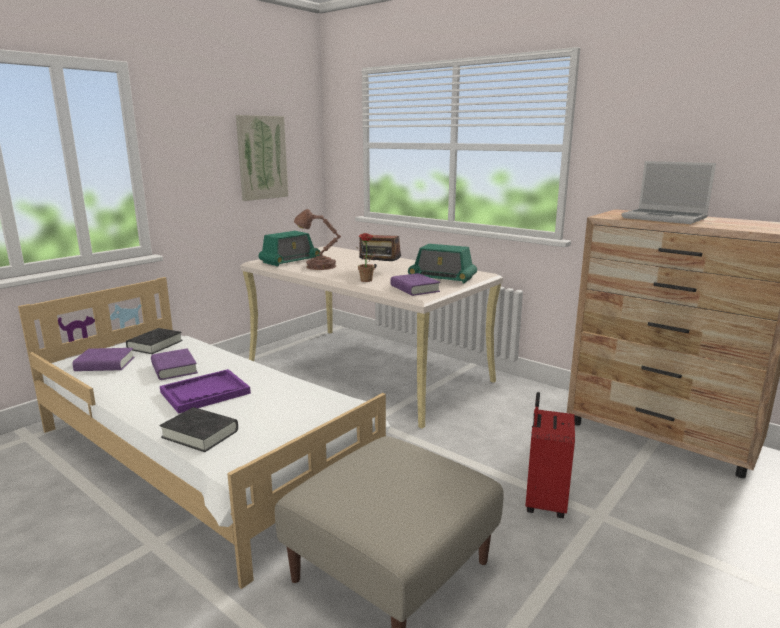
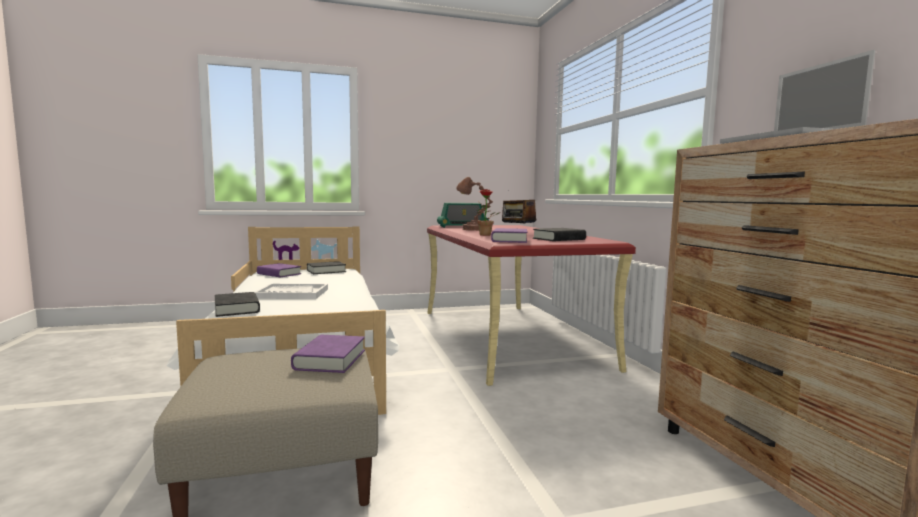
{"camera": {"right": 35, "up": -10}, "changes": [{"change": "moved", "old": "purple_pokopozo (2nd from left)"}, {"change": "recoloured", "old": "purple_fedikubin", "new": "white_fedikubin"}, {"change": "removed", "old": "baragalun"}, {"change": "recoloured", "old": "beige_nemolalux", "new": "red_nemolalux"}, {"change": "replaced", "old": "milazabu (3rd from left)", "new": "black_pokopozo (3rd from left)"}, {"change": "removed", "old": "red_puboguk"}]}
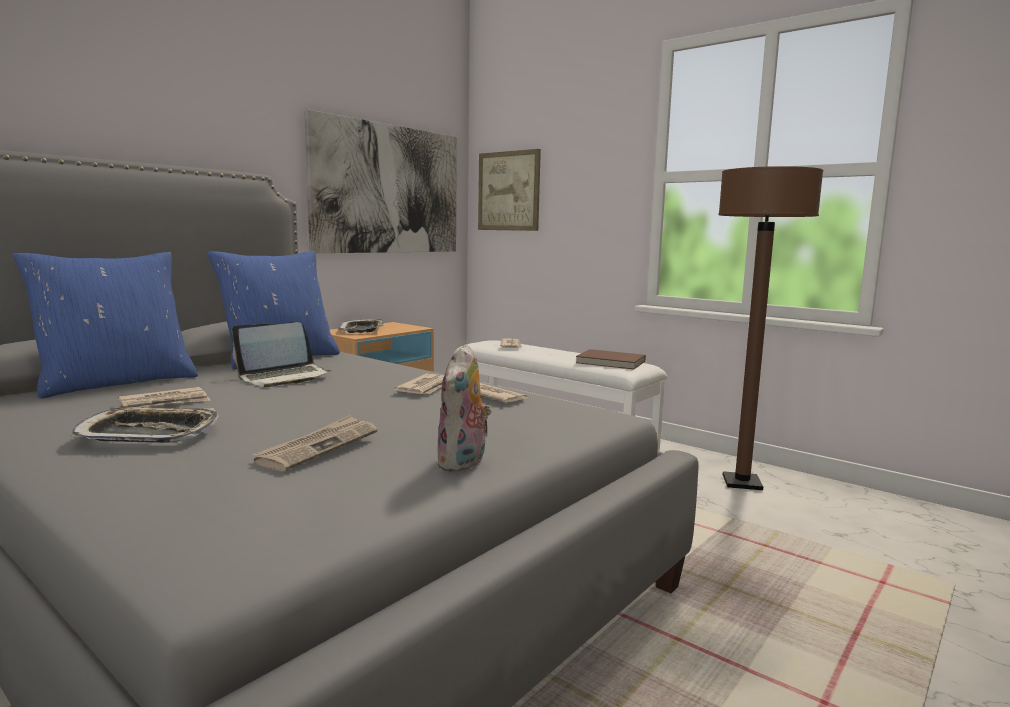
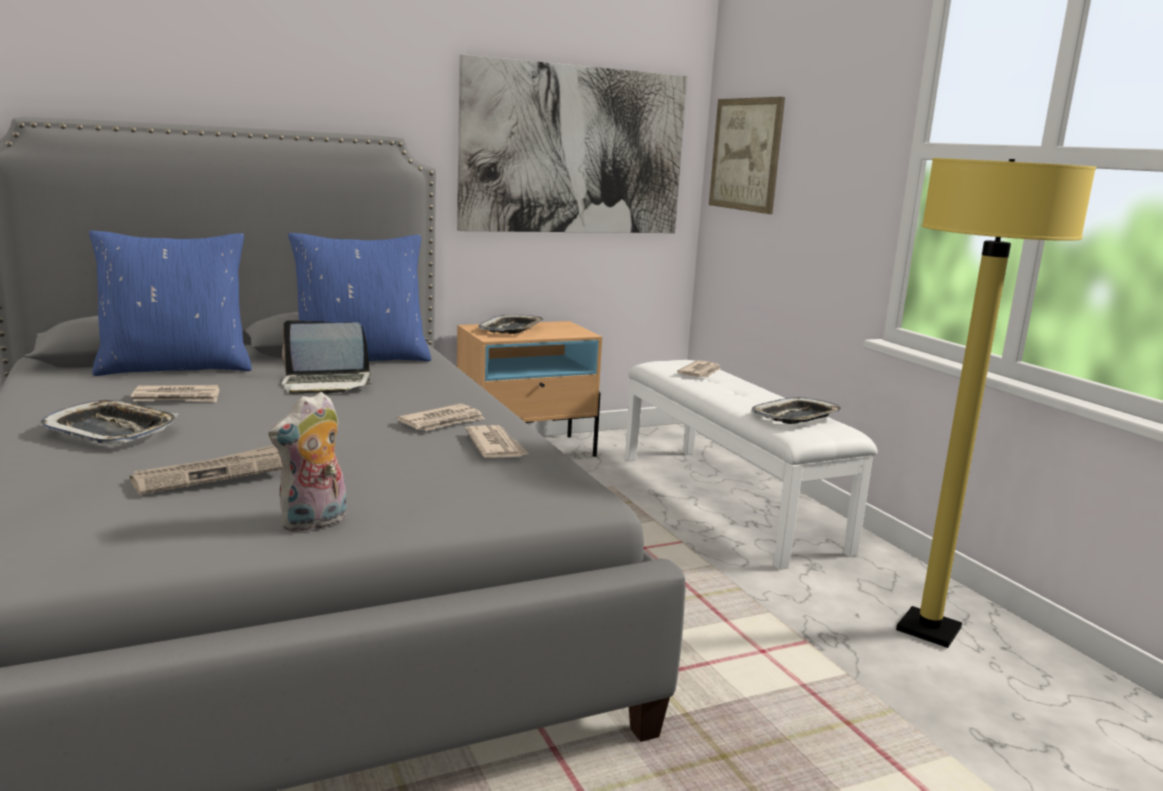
{"camera": {"right": 25, "up": 5}, "changes": [{"change": "replaced", "old": "brown_pokopozo", "new": "fedikubin (3rd from left)"}, {"change": "recoloured", "old": "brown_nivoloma", "new": "yellow_nivoloma"}]}
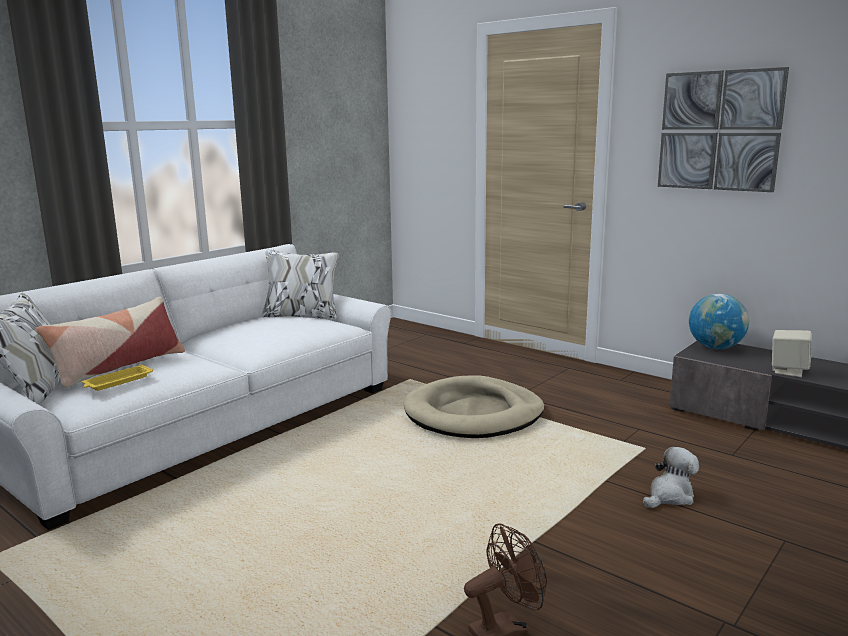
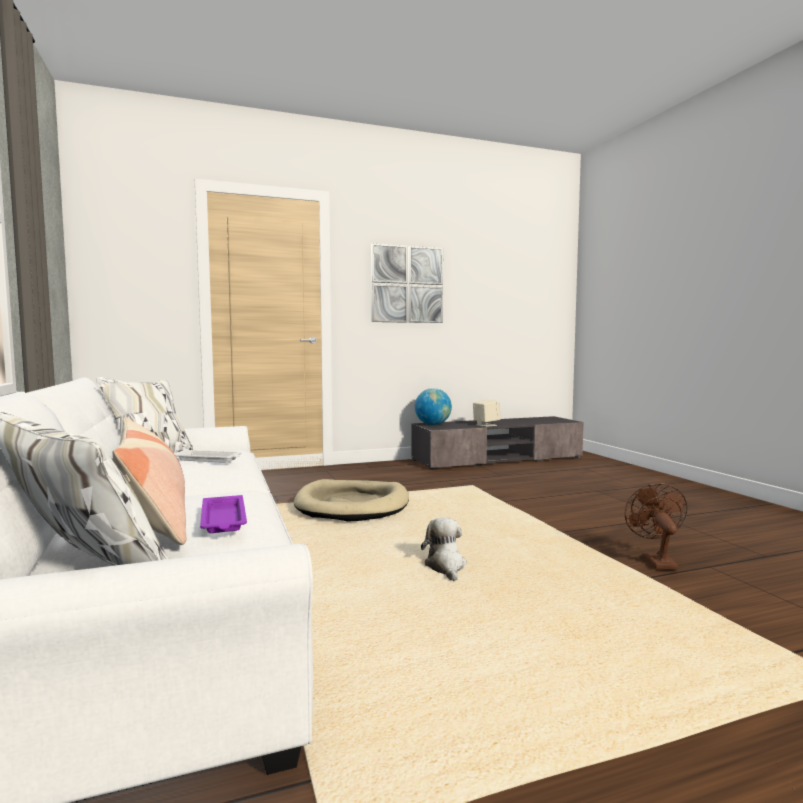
{"camera": {"right": -60, "up": -10}, "changes": [{"change": "recoloured", "old": "yellow_fedikubin", "new": "purple_fedikubin"}, {"change": "moved", "old": "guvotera"}, {"change": "added", "new": "white_fedikubin"}]}
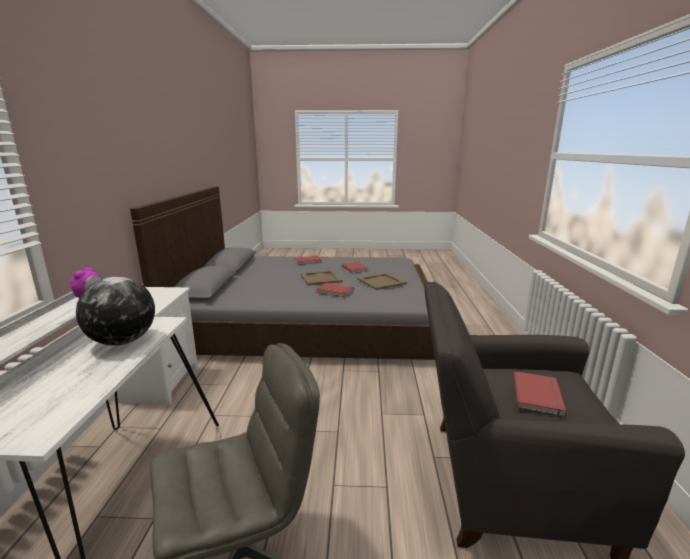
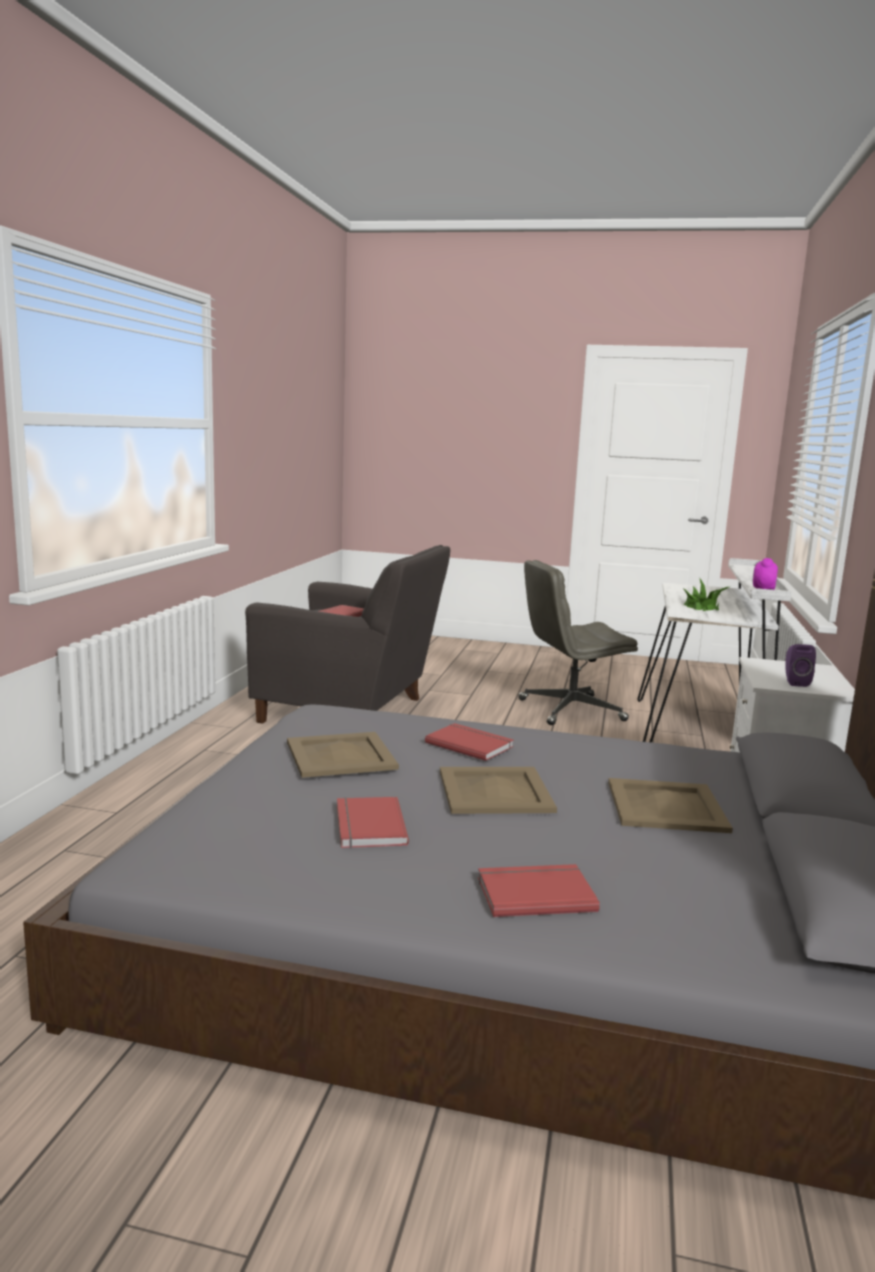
{"camera": {"right": -170, "up": -5}, "changes": [{"change": "replaced", "old": "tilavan", "new": "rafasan"}, {"change": "added", "new": "beige_fedikubin (3rd from left)"}, {"change": "added", "new": "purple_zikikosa"}]}
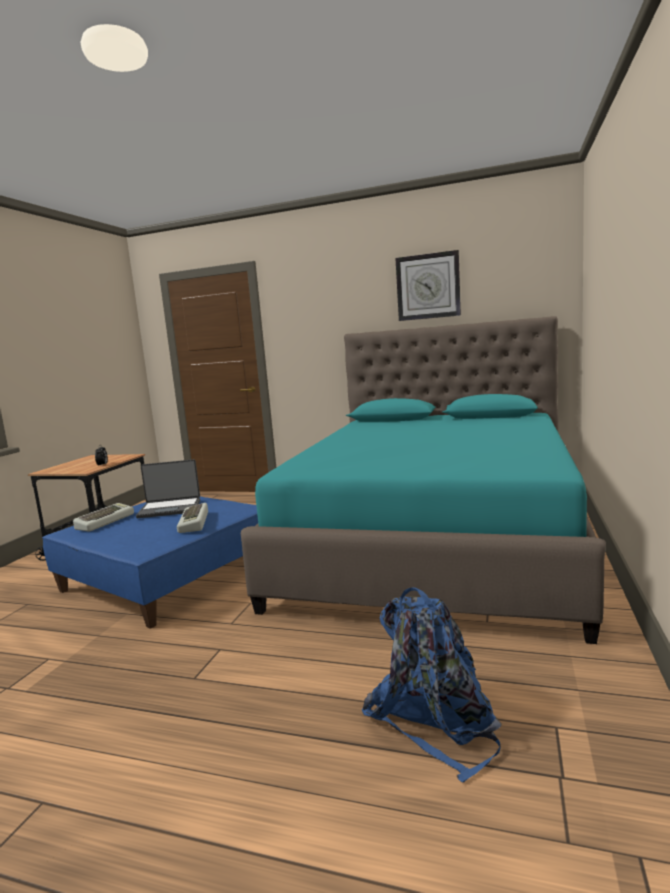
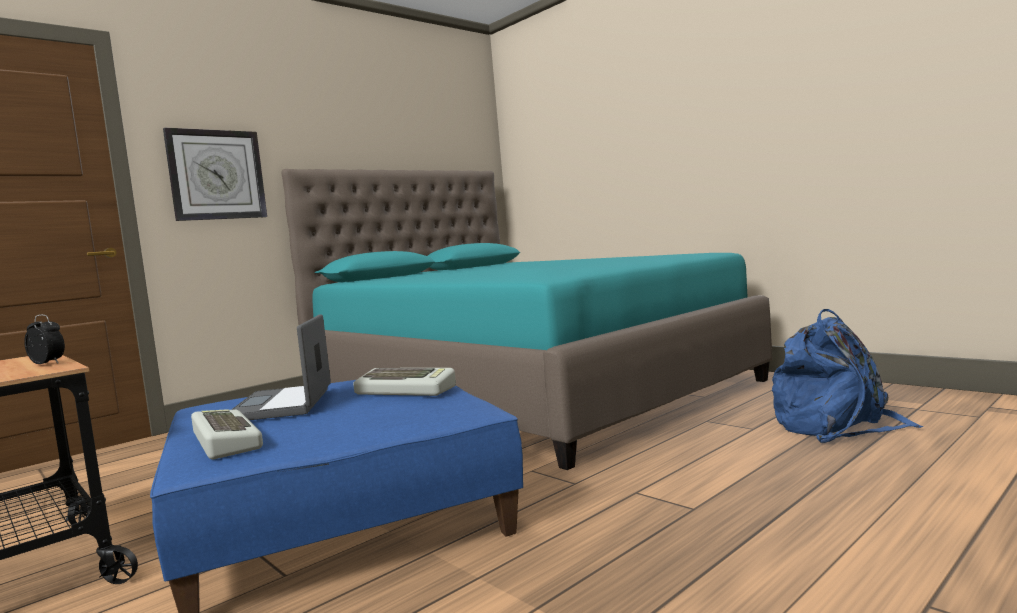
{"camera": {"right": -60, "up": -5}, "changes": [{"change": "turned", "old": "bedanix", "degrees": 150}, {"change": "moved", "old": "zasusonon"}]}
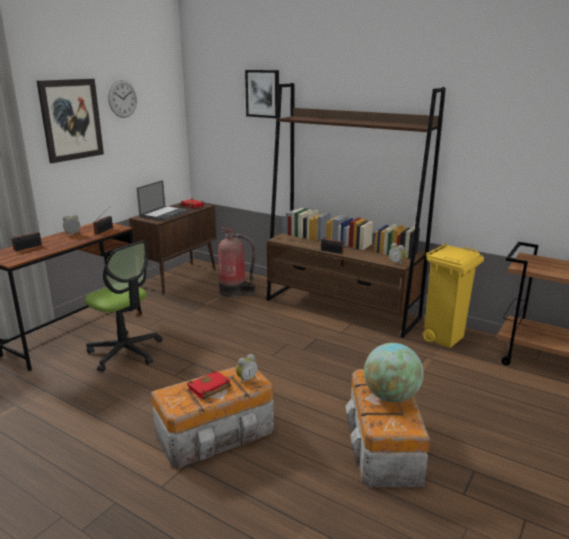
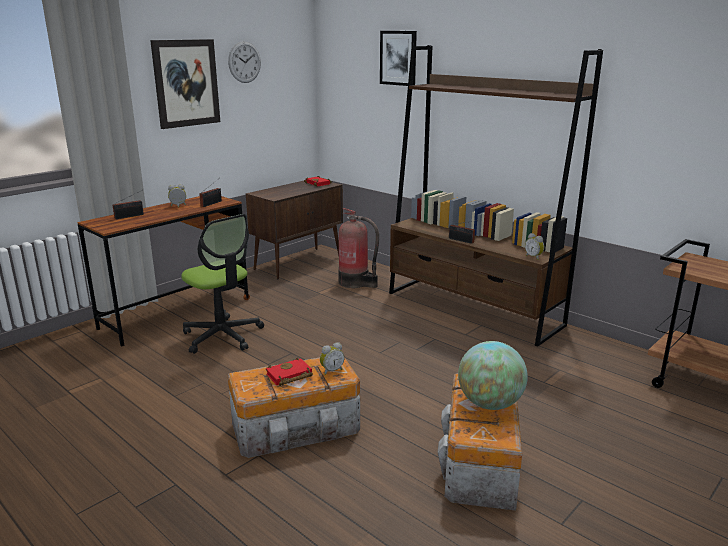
{"camera": {"right": 10, "up": 0}, "changes": [{"change": "removed", "old": "bedanix"}, {"change": "removed", "old": "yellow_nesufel"}]}
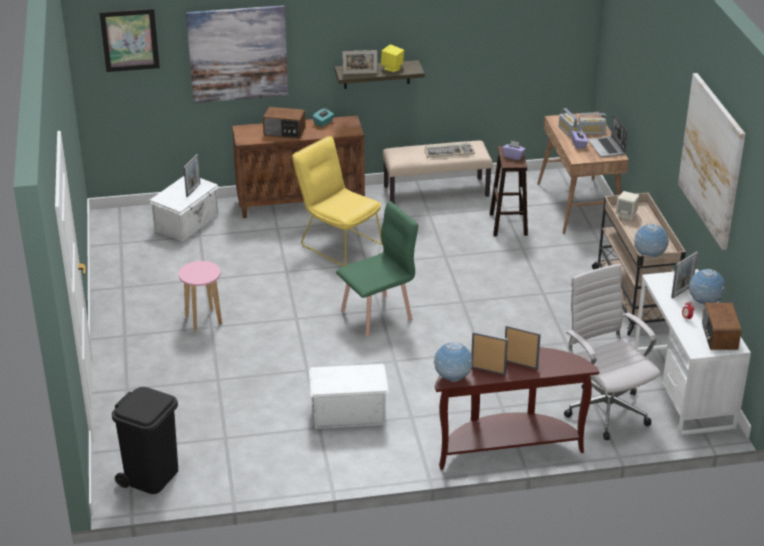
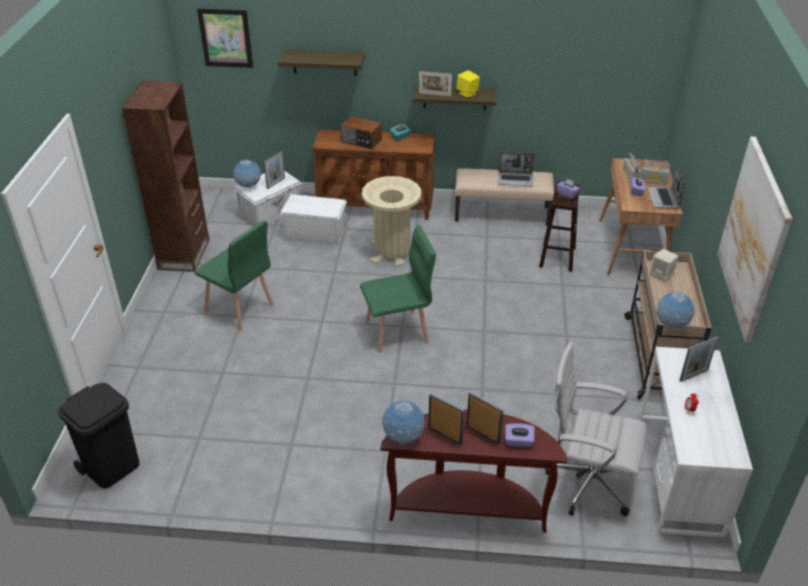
{"camera": {"right": 15, "up": 5}, "changes": [{"change": "replaced", "old": "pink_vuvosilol", "new": "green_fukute (1st from left)"}, {"change": "replaced", "old": "baragalun (2nd from left)", "new": "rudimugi (1st from left)"}, {"change": "replaced", "old": "yellow_fukute", "new": "beige_nesufel"}, {"change": "moved", "old": "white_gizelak (2nd from left)"}, {"change": "replaced", "old": "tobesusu", "new": "bedanix (1st from left)"}, {"change": "turned", "old": "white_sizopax", "degrees": -60}, {"change": "moved", "old": "tilavan (3rd from left in the first image)", "new": "tilavan (1st from left)"}, {"change": "removed", "old": "milazabu (4th from left)"}, {"change": "added", "new": "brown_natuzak"}, {"change": "added", "new": "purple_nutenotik (1st from left)"}]}
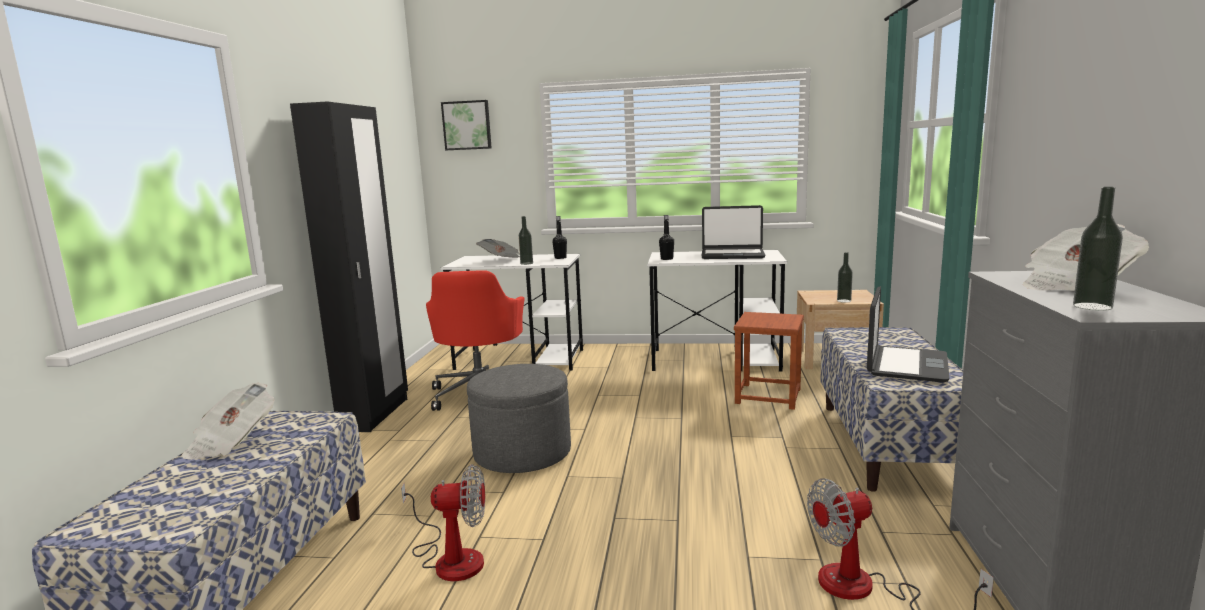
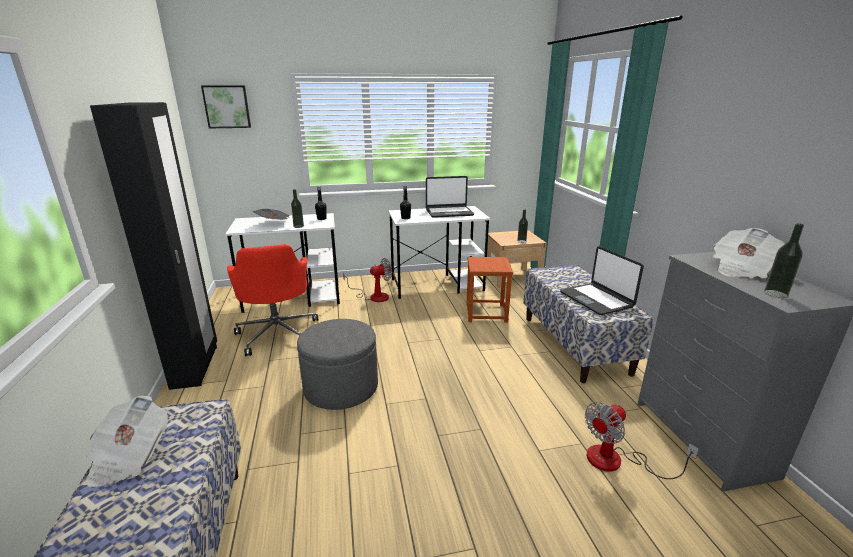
{"camera": {"right": -20, "up": 10}, "changes": [{"change": "moved", "old": "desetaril (1st from left)"}, {"change": "turned", "old": "bedanix (2nd from left)", "degrees": 150}]}
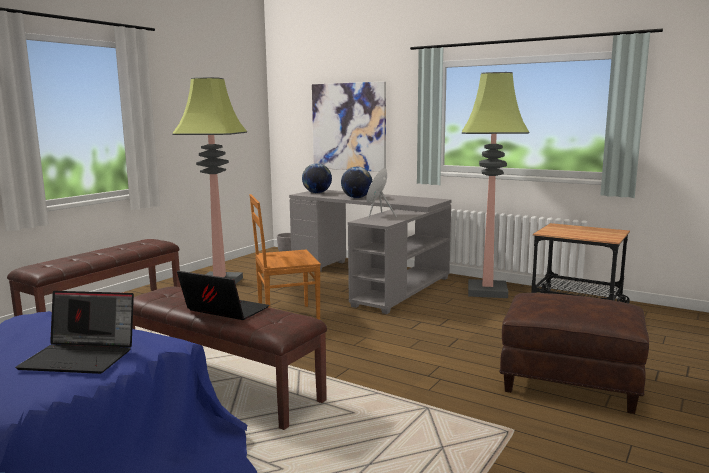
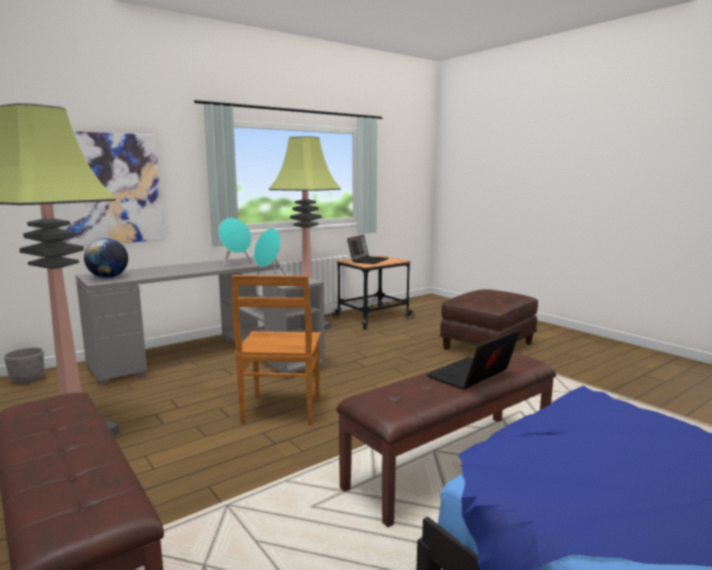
{"camera": {"right": -70, "up": 0}, "changes": [{"change": "moved", "old": "bedanix (1st from left)"}, {"change": "removed", "old": "tilavan (2nd from left)"}, {"change": "added", "new": "turquoise_zikikosa (1st from left)"}]}
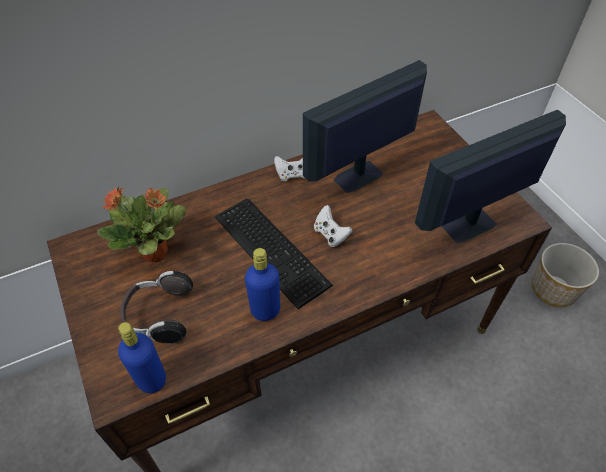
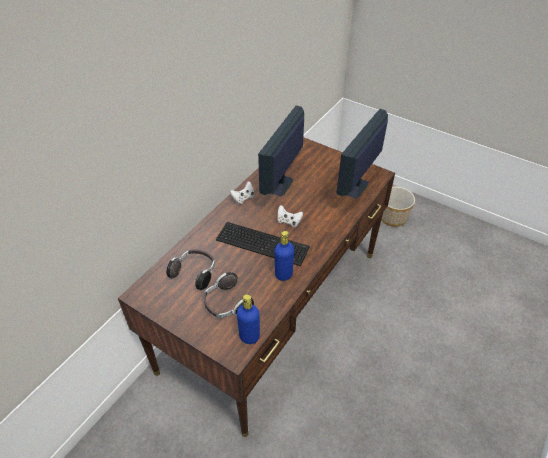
{"camera": {"right": -30, "up": -5}, "changes": [{"change": "replaced", "old": "rafasan", "new": "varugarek (1st from left)"}]}
